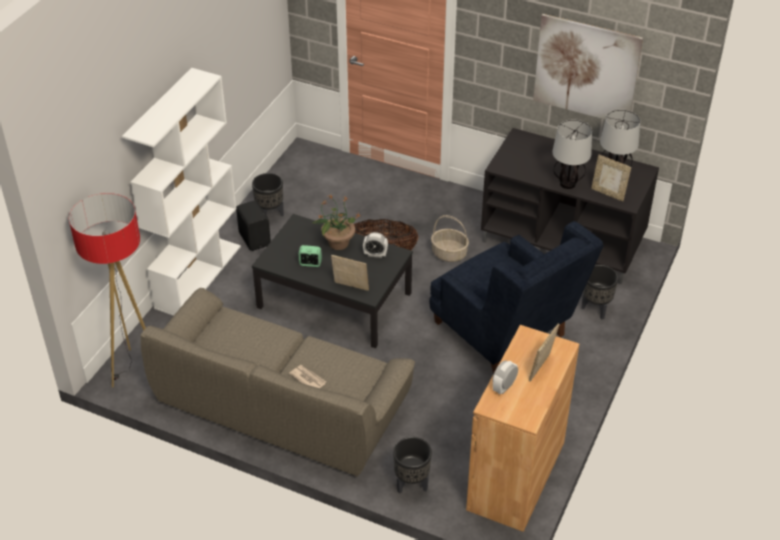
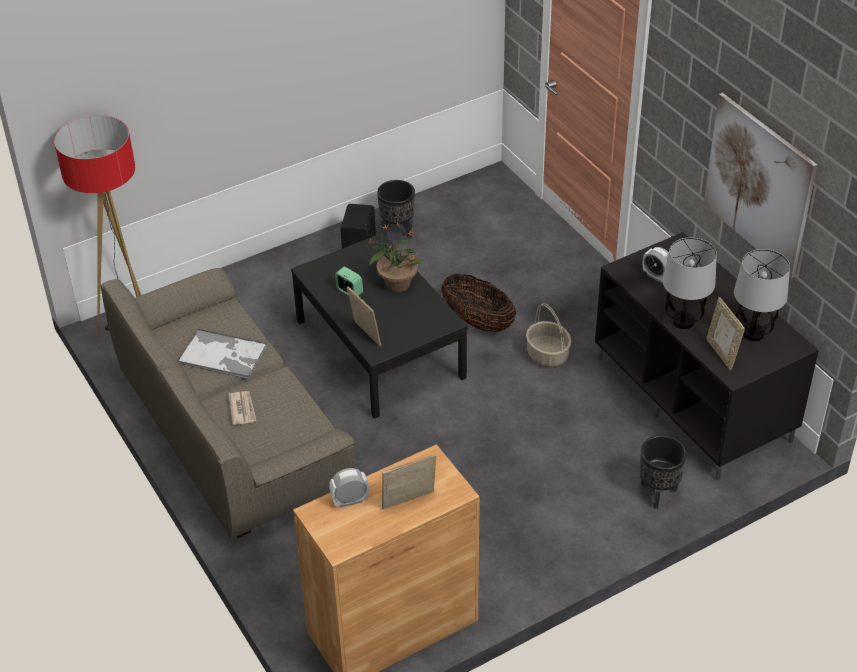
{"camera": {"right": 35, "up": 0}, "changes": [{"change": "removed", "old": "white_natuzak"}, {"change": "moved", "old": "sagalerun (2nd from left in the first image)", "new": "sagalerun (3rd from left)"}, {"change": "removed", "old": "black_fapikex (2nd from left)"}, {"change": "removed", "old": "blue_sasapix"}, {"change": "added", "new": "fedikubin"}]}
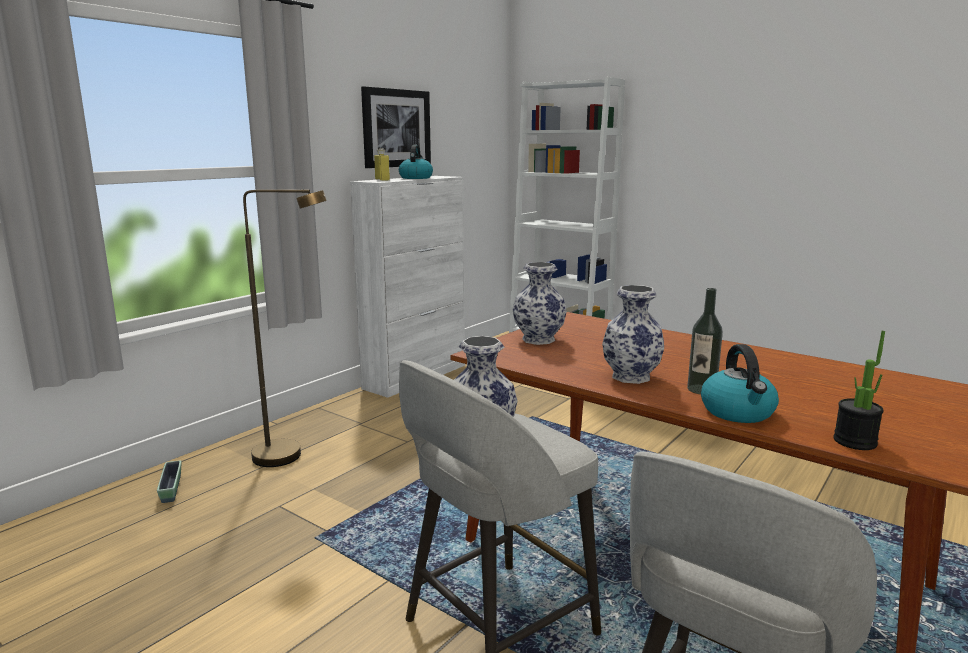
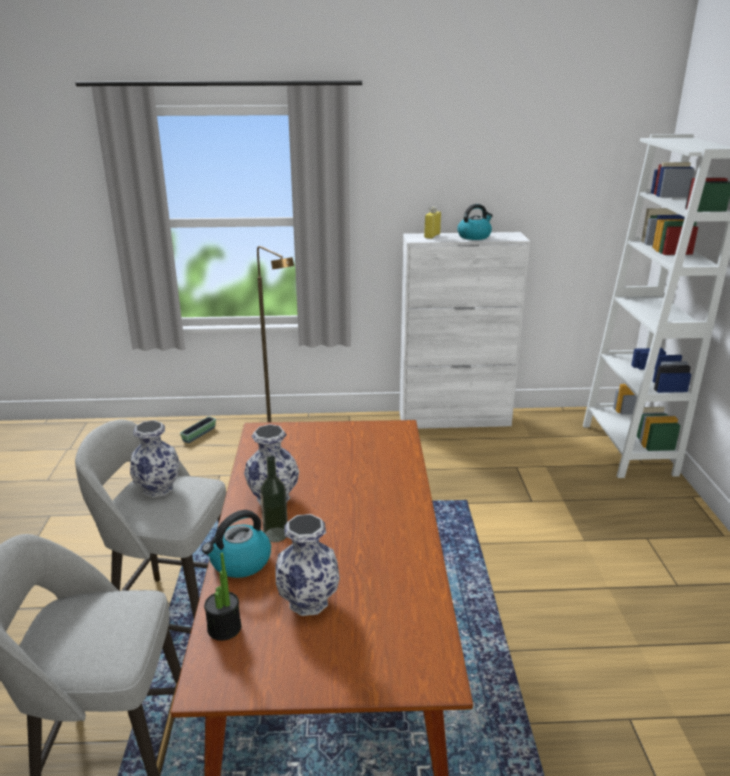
{"camera": {"right": 50, "up": 10}, "changes": [{"change": "removed", "old": "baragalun"}, {"change": "moved", "old": "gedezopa (2nd from left in the first image)", "new": "gedezopa (3rd from left)"}]}
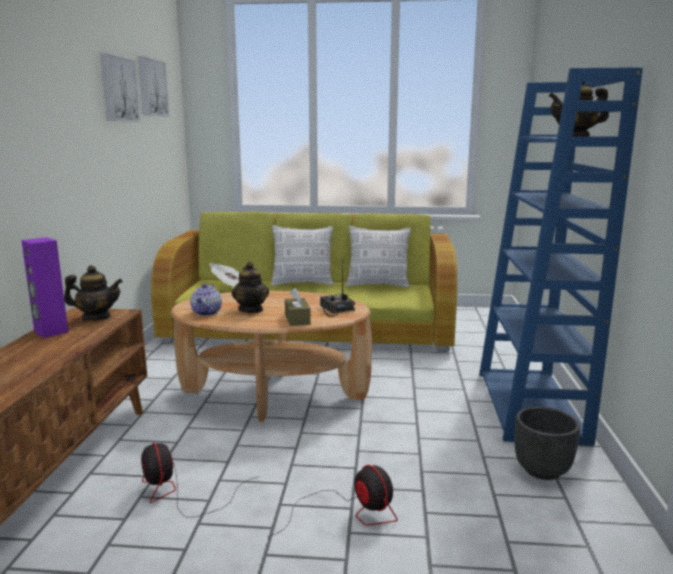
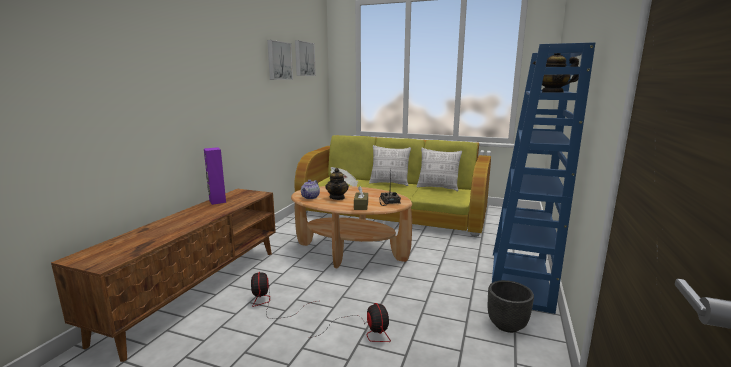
{"camera": {"right": 15, "up": 0}, "changes": [{"change": "removed", "old": "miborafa (1st from left)"}]}
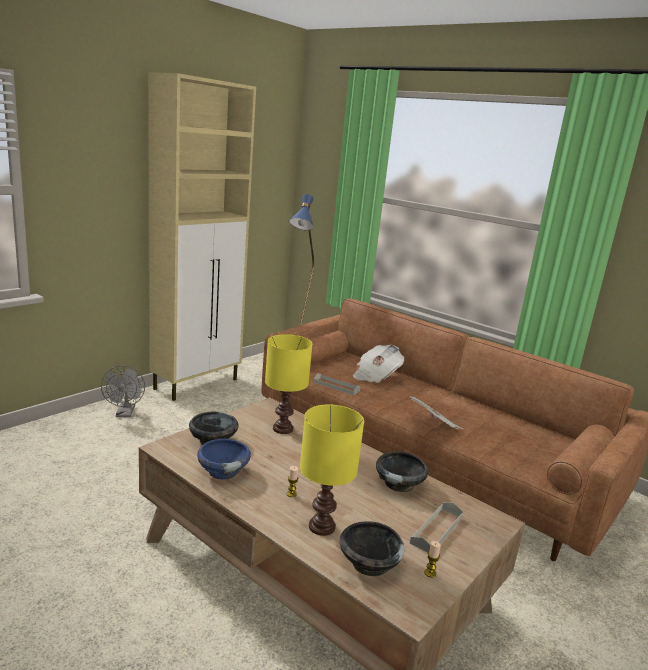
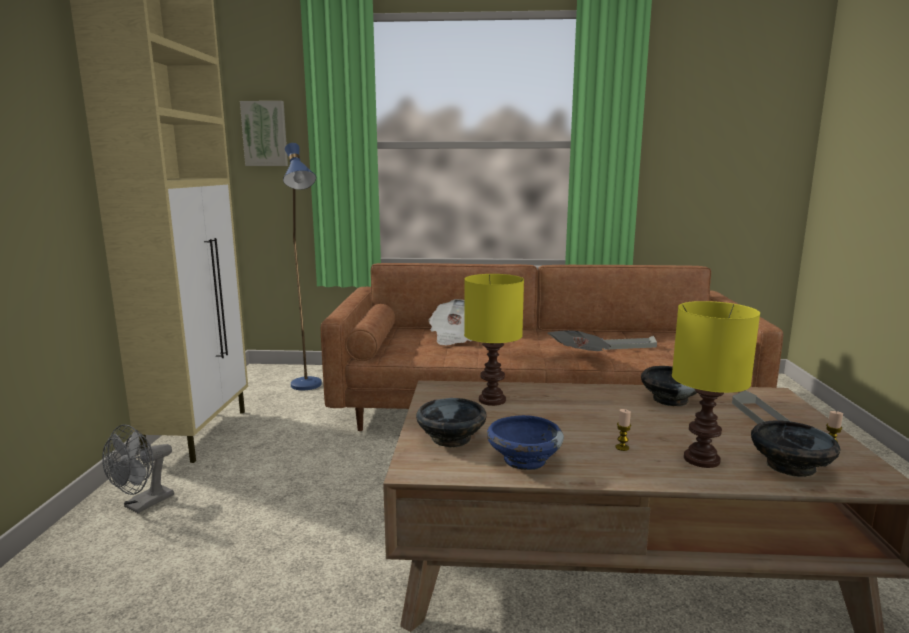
{"camera": {"right": -35, "up": -5}, "changes": [{"change": "turned", "old": "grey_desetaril", "degrees": 75}, {"change": "moved", "old": "grey_fedikubin (1st from left)"}, {"change": "added", "new": "baragalun"}]}
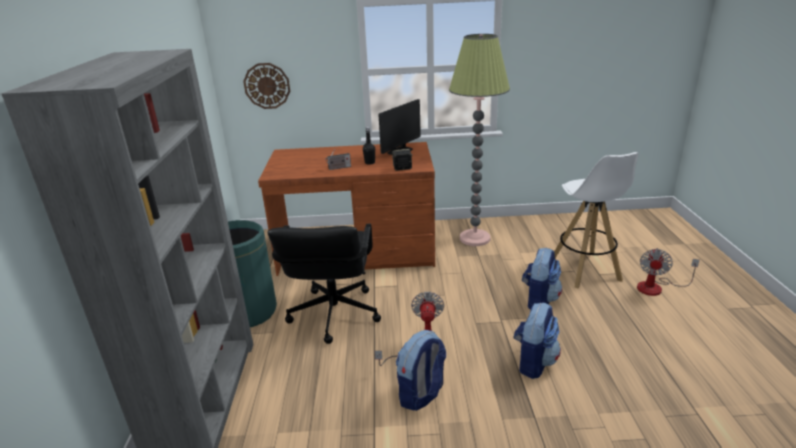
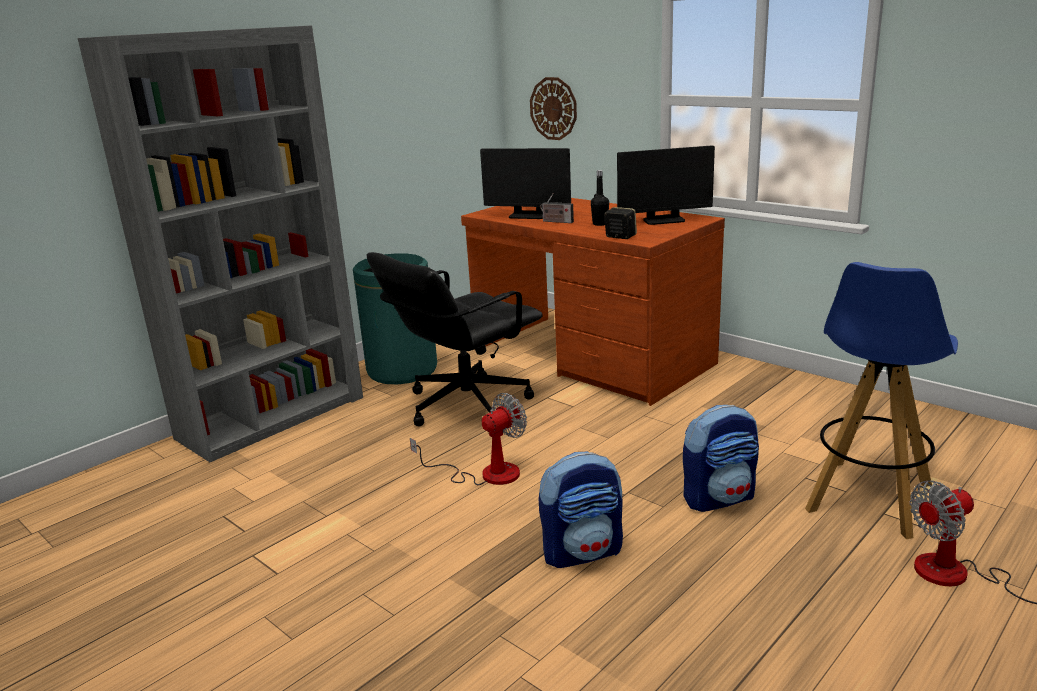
{"camera": {"right": 45, "up": -5}, "changes": [{"change": "removed", "old": "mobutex (1st from left)"}, {"change": "removed", "old": "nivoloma"}, {"change": "recoloured", "old": "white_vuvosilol", "new": "blue_vuvosilol"}, {"change": "added", "new": "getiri (1st from left)"}]}
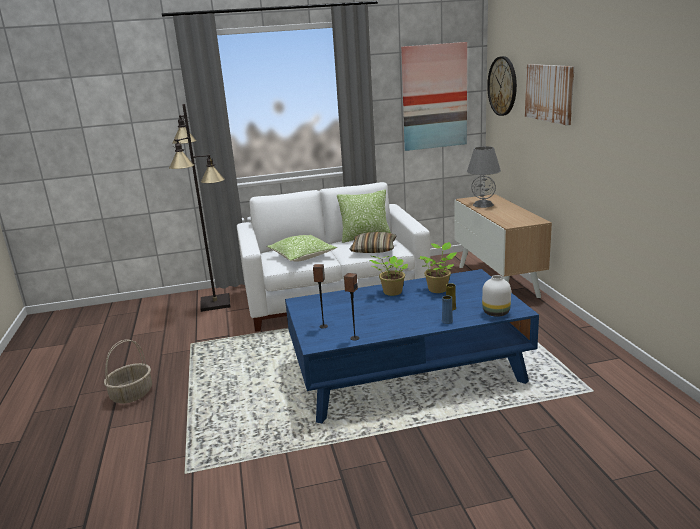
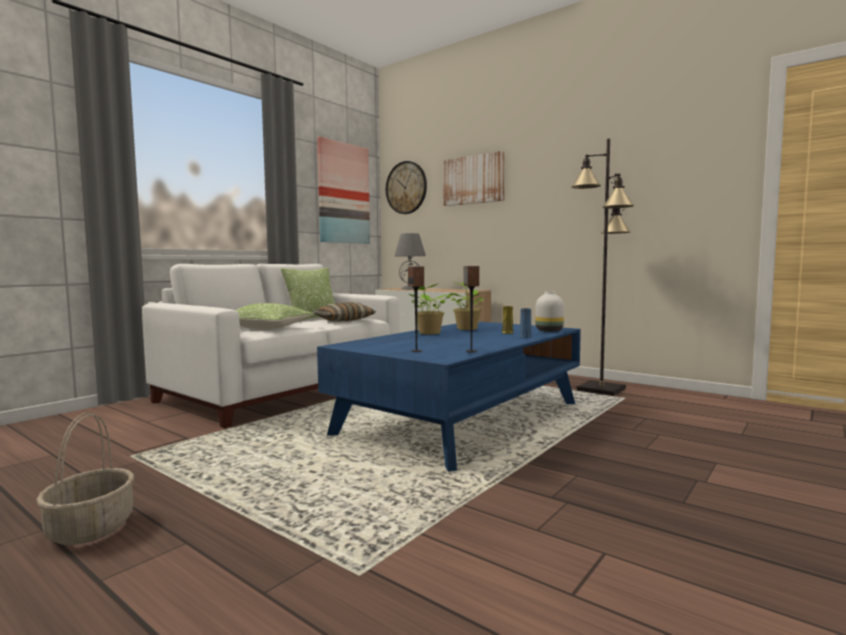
{"camera": {"right": -40, "up": -15}, "changes": [{"change": "moved", "old": "black_nivoloma"}]}
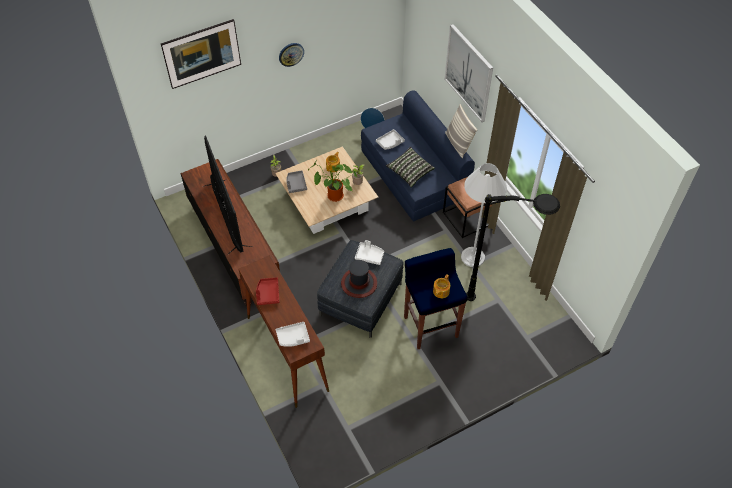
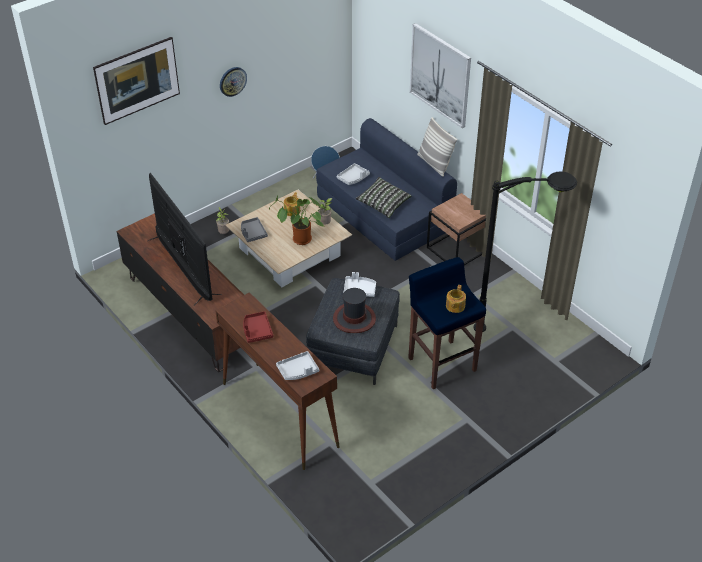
{"camera": {"right": -10, "up": -10}, "changes": [{"change": "removed", "old": "white_nivoloma"}]}
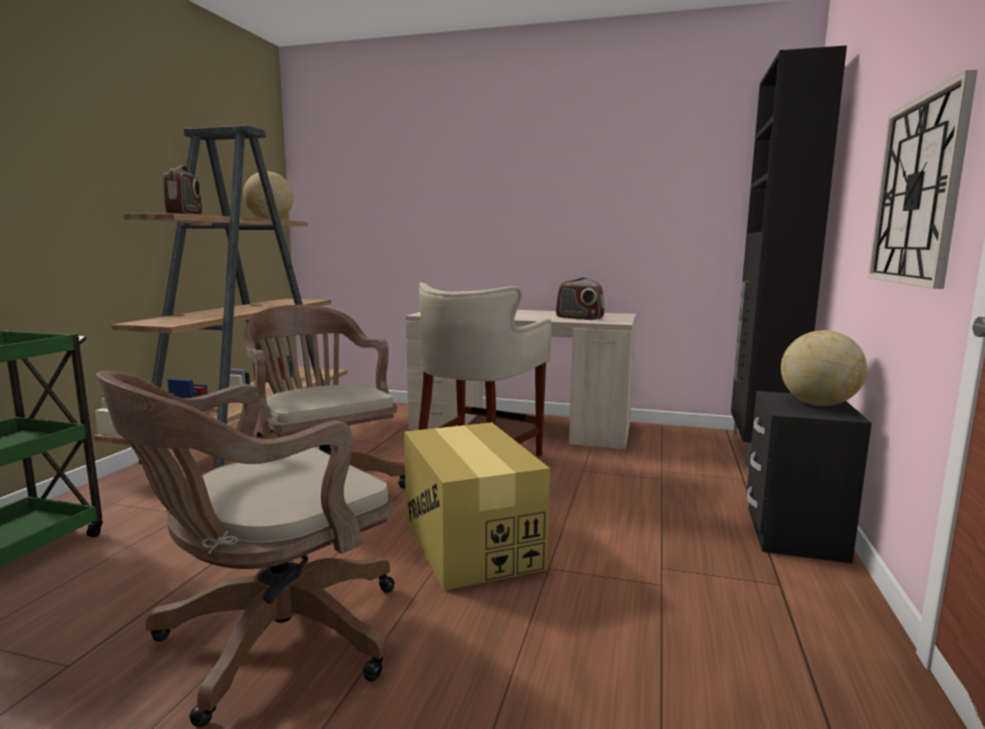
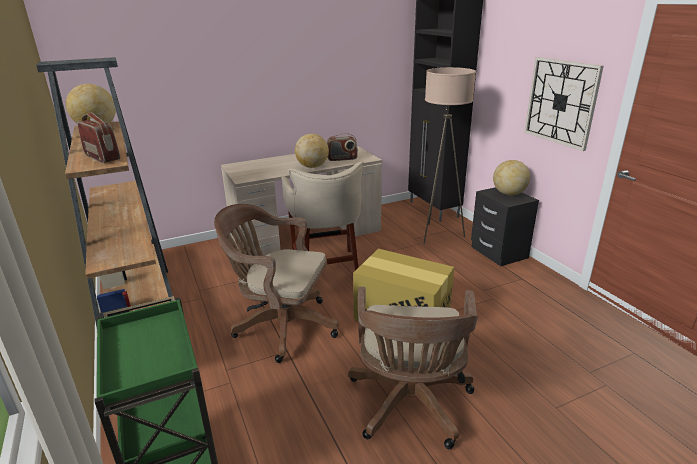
{"camera": {"right": -40, "up": 15}, "changes": [{"change": "added", "new": "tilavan (2nd from left)"}, {"change": "added", "new": "beige_nivoloma"}]}
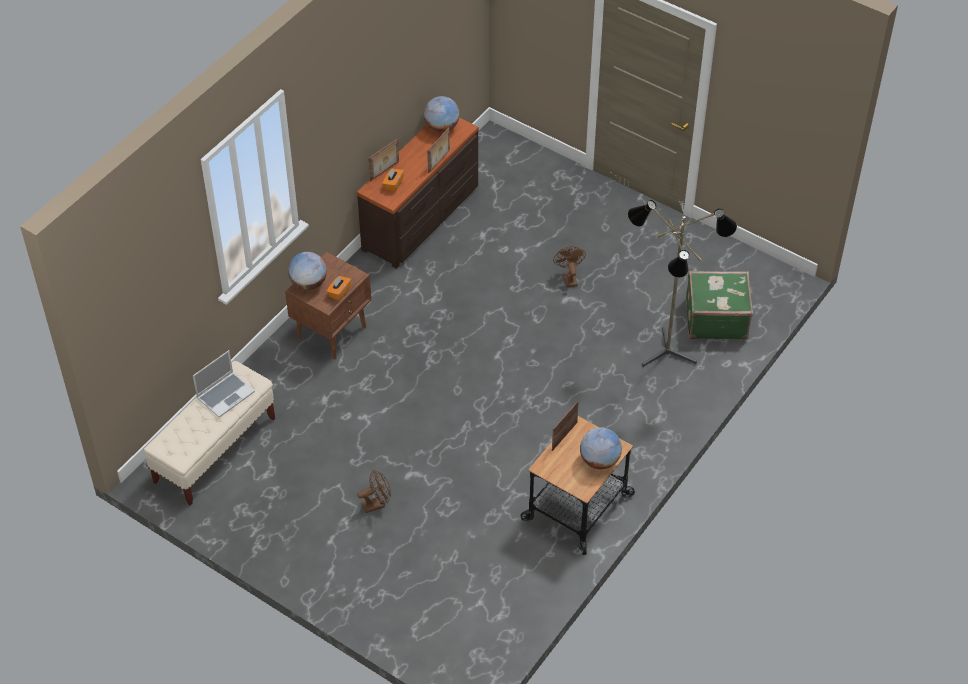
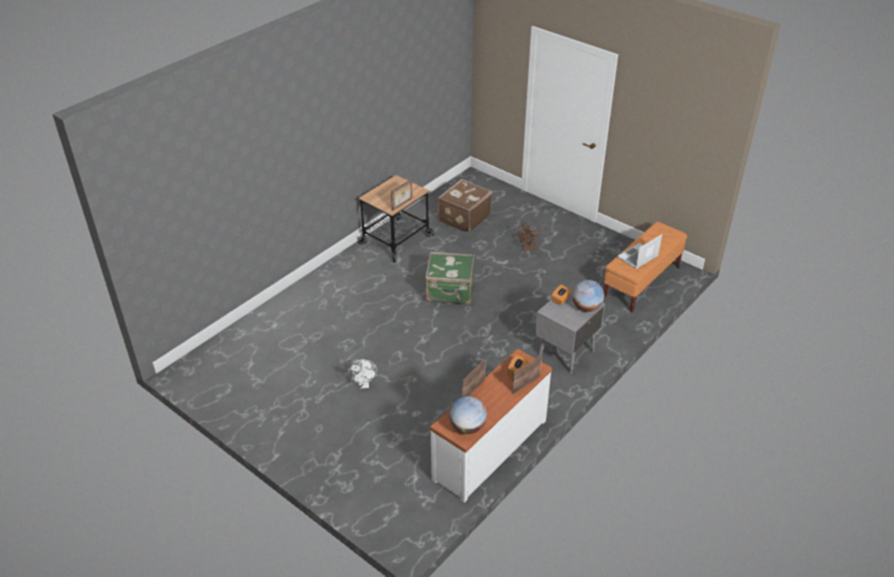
{"camera": {"right": -175, "up": -10}, "changes": [{"change": "recoloured", "old": "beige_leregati", "new": "orange_leregati"}, {"change": "recoloured", "old": "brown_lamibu", "new": "grey_lamibu"}, {"change": "recoloured", "old": "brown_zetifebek", "new": "white_zetifebek"}, {"change": "recoloured", "old": "brown_desetaril (2nd from left)", "new": "white_desetaril"}, {"change": "removed", "old": "tilavan (3rd from left)"}, {"change": "removed", "old": "nivoloma"}, {"change": "moved", "old": "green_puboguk"}, {"change": "added", "new": "brown_puboguk"}]}
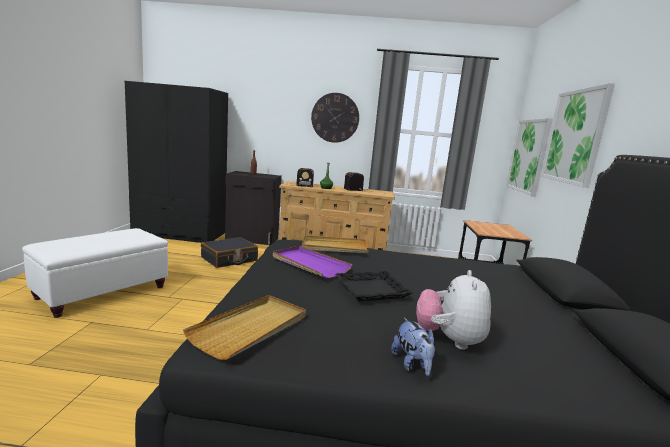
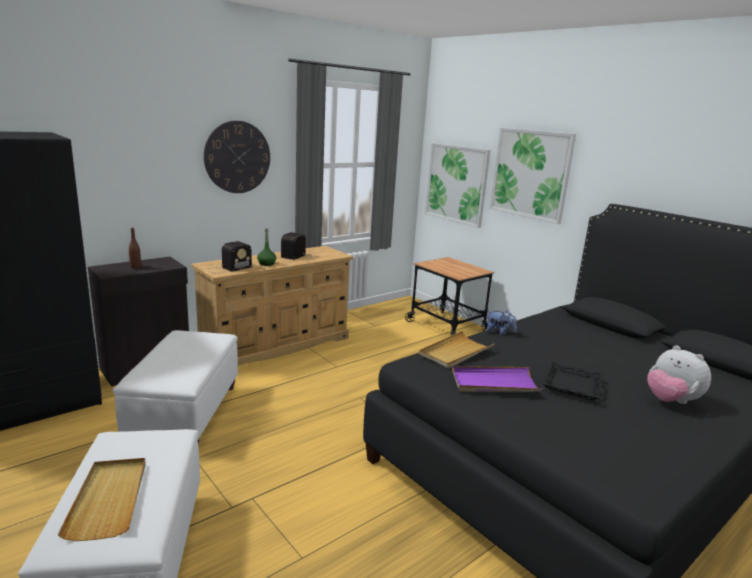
{"camera": {"right": -45, "up": 5}, "changes": [{"change": "moved", "old": "beige_fedikubin (1st from left)"}, {"change": "replaced", "old": "black_puboguk", "new": "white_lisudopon (2nd from left)"}, {"change": "moved", "old": "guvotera (1st from left)"}]}
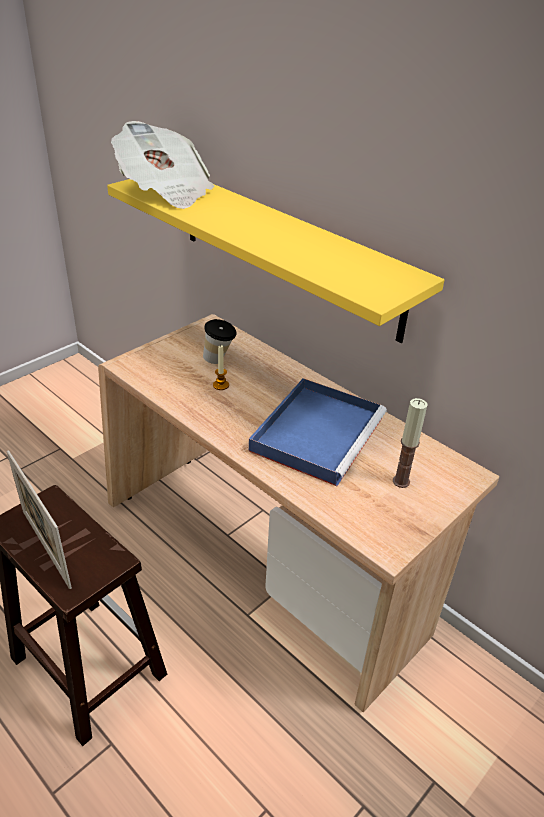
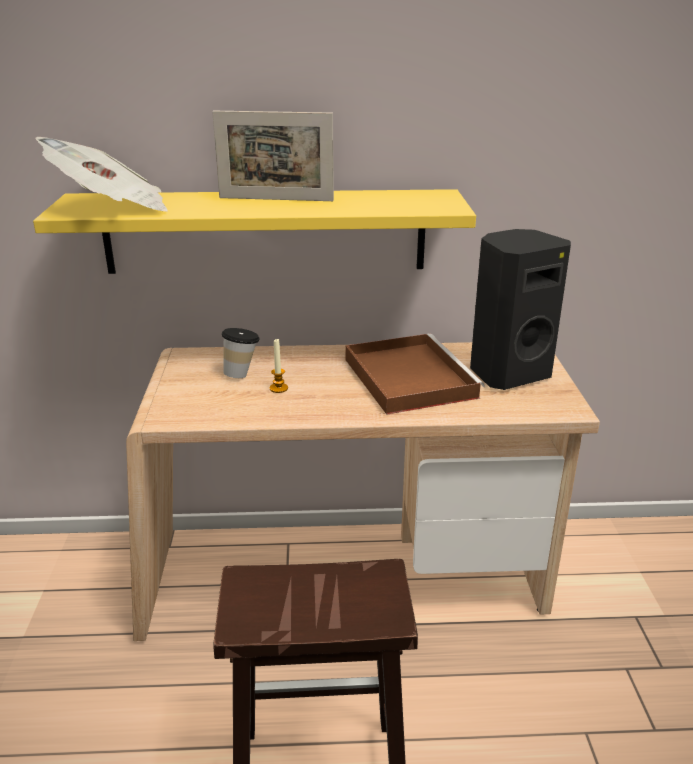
{"camera": {"right": -45, "up": -10}, "changes": [{"change": "moved", "old": "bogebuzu"}, {"change": "recoloured", "old": "blue_fedikubin", "new": "brown_fedikubin"}, {"change": "replaced", "old": "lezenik (2nd from left)", "new": "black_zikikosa"}]}
